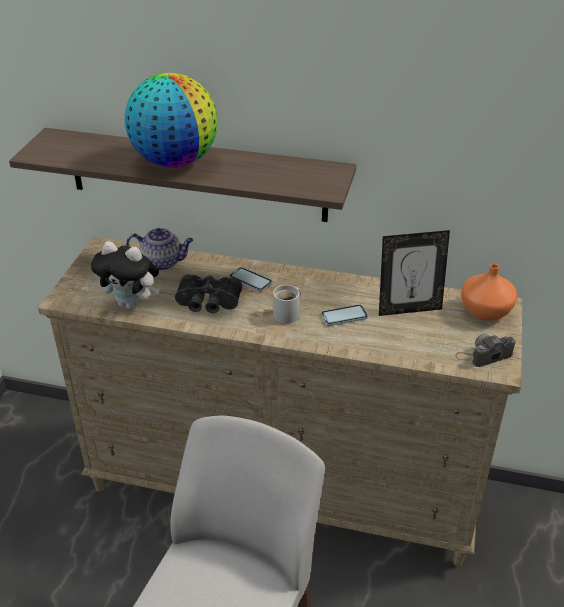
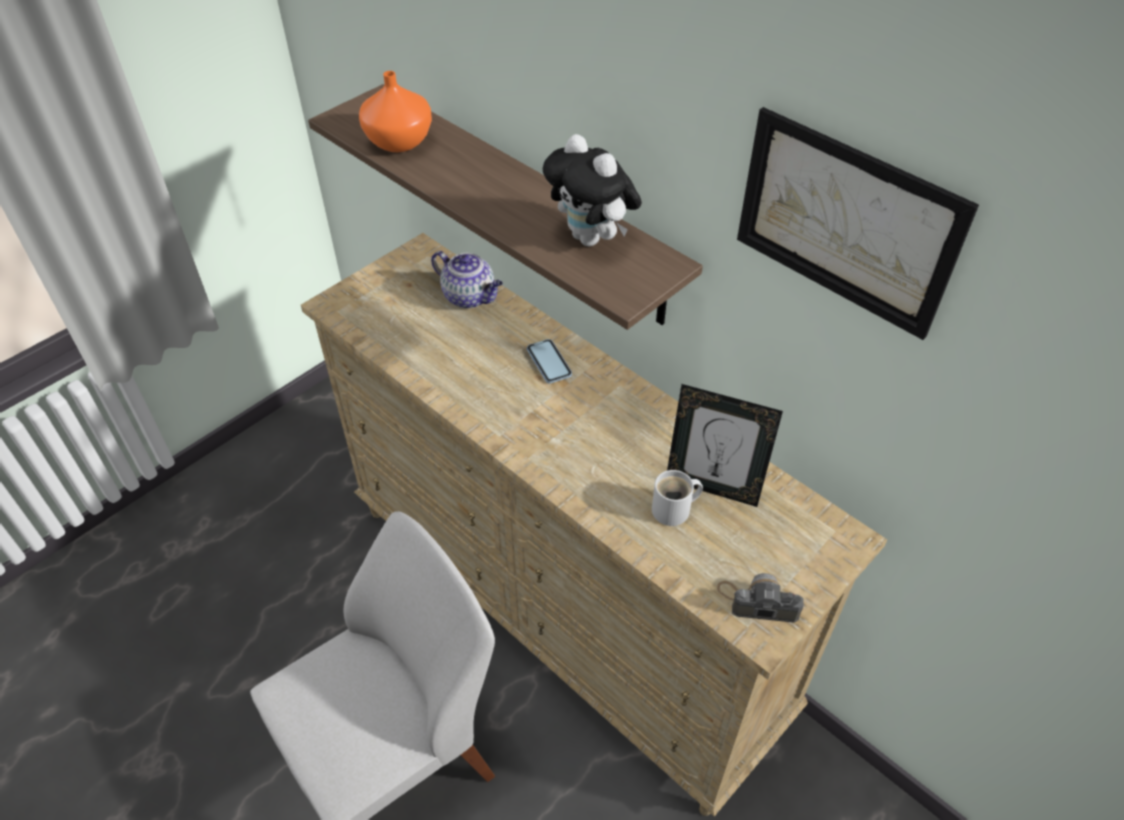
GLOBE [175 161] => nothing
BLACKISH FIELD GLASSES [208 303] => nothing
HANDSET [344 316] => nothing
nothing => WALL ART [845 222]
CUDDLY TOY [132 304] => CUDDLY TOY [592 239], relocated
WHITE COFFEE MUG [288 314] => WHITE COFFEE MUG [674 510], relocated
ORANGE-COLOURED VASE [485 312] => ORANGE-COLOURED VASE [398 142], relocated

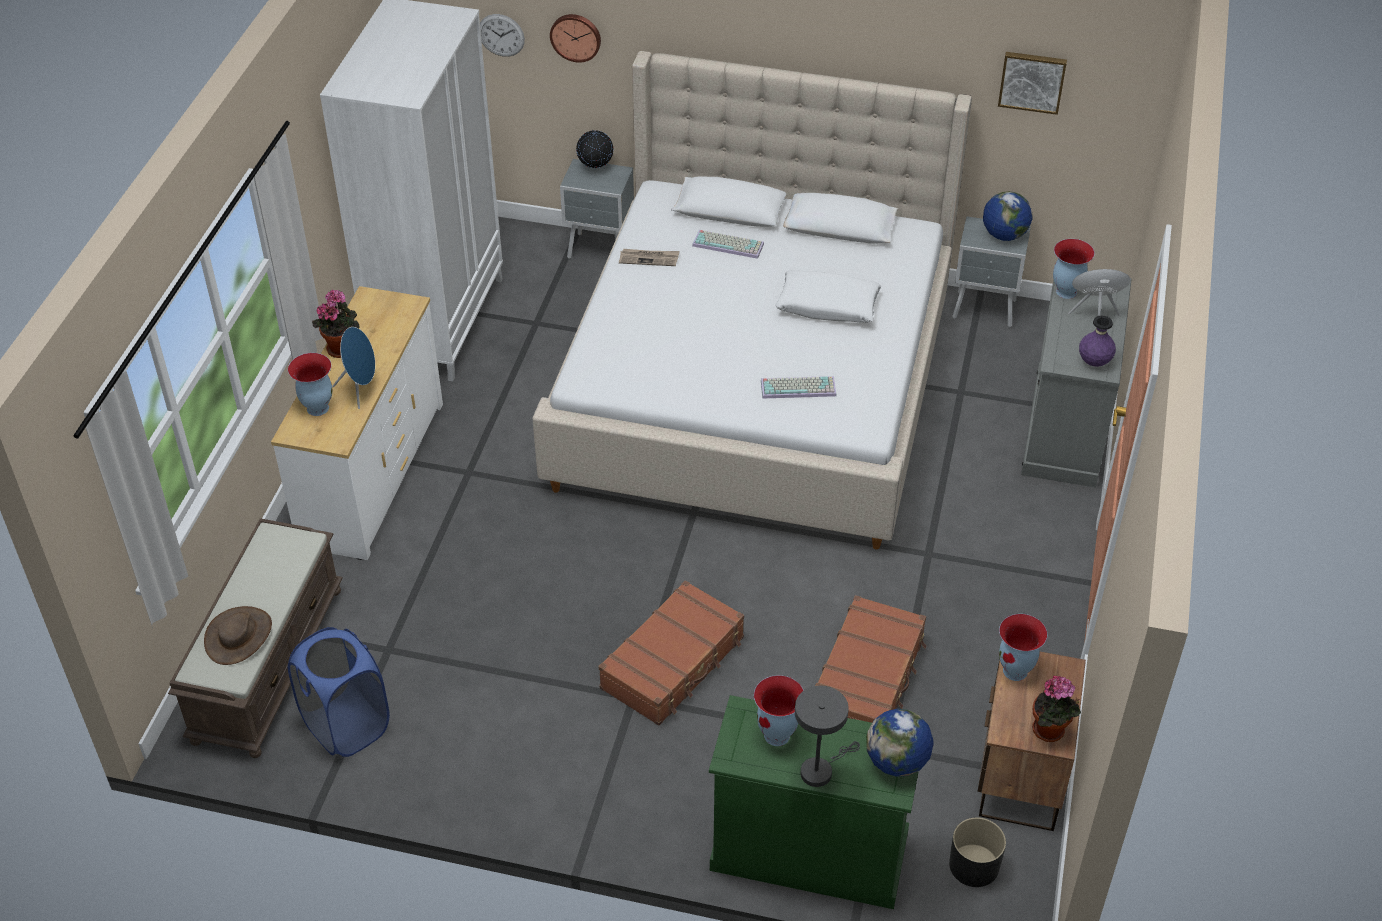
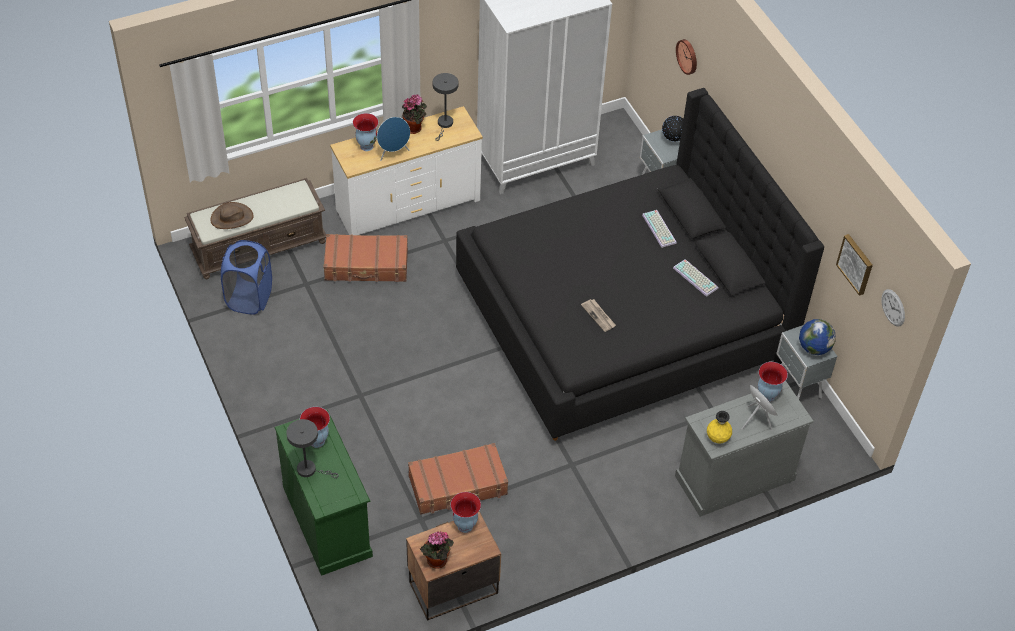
WHITE THROW PILLOW [827 306] => nothing
GLOBE [897 762] => nothing
BLACKISH FLOWER POT [973 865] => nothing
nothing => GREY TABLE LAMP [444 124]
CLOCK ON THE WALL [501 35] => CLOCK ON THE WALL [893 307], relocated
BROWNISH SUITCASE [673 663] => BROWNISH SUITCASE [366 265], relocated
PRINTED PAPER [649 258] => PRINTED PAPER [599 316], relocated
KEYBOARD [799 387] => KEYBOARD [696 278], relocated
BEIGE BEDROOM BED [756 386] => BLACKISH BEDROOM BED [623 319]
PURPLE-COLOURED VASE [1094 362] => YELLOW-COLOURED VASE [717 438]

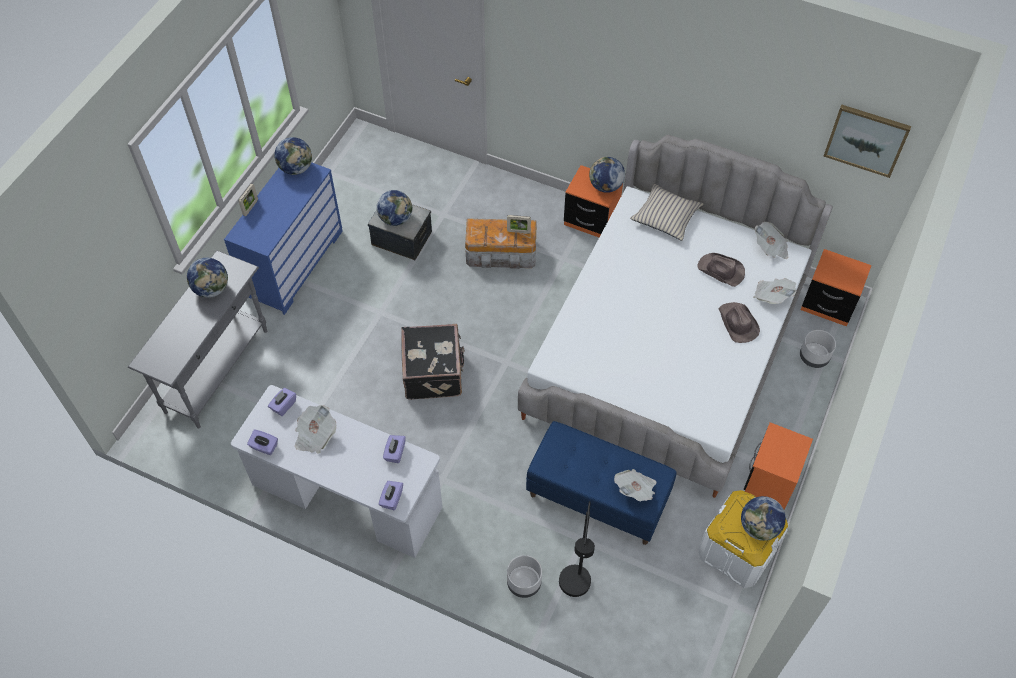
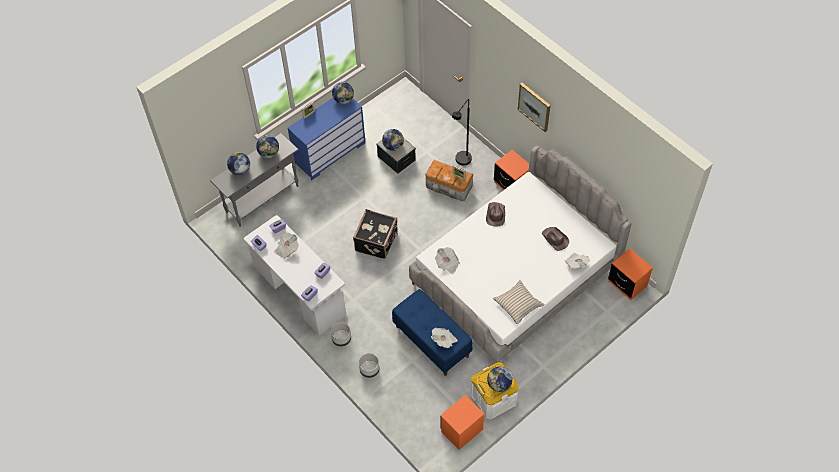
BLACKISH FLOOR LAMP [575 590] => BLACKISH FLOOR LAMP [461 162], relocated
GLOBE [605 186] => GLOBE [240 170], relocated
BEIGE THROW PILLOW [666 216] => BEIGE THROW PILLOW [518 304], relocated
BROWNISH WEARABLE HAT [737 323] => BROWNISH WEARABLE HAT [495 215], relocated
ORANGE-COLOURED NIGHTSTAND [771 480] => ORANGE-COLOURED NIGHTSTAND [461 430], relocated
PRINTED PAPER [770 248] => PRINTED PAPER [447 264], relocated
GREY FLOWER POT [813 357] => GREY FLOWER POT [341 339], relocated
WALL ART [866 140] => WALL ART [534 106], relocated

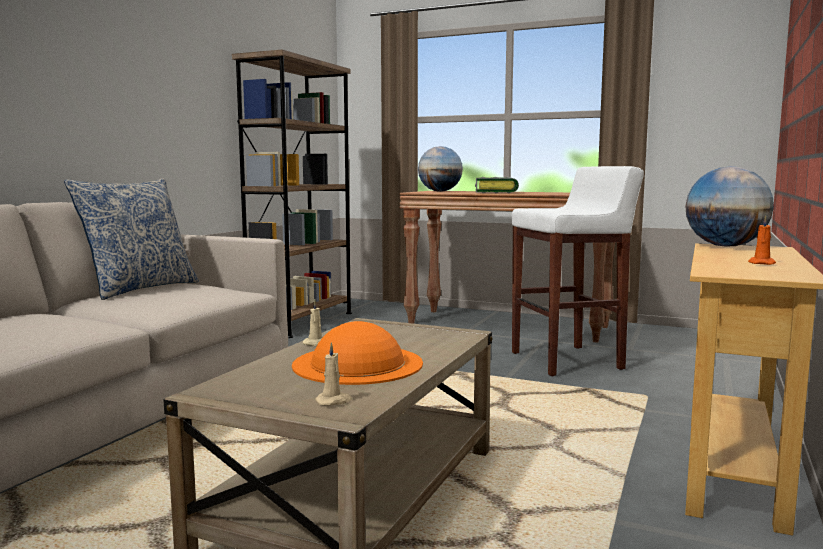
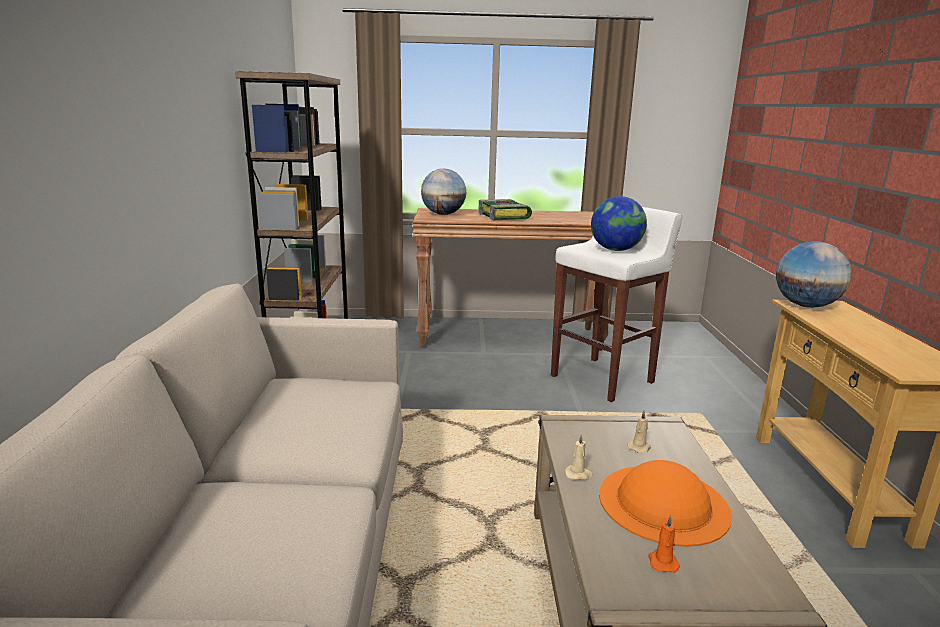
THROW PILLOW [139 289] => nothing
nothing => GLOBE [615 250]
BEIGE CANDLE [334 401] => BEIGE CANDLE [639 447], relocated
ORANGE-COLOURED CANDLE [761 263] => ORANGE-COLOURED CANDLE [662 562], relocated

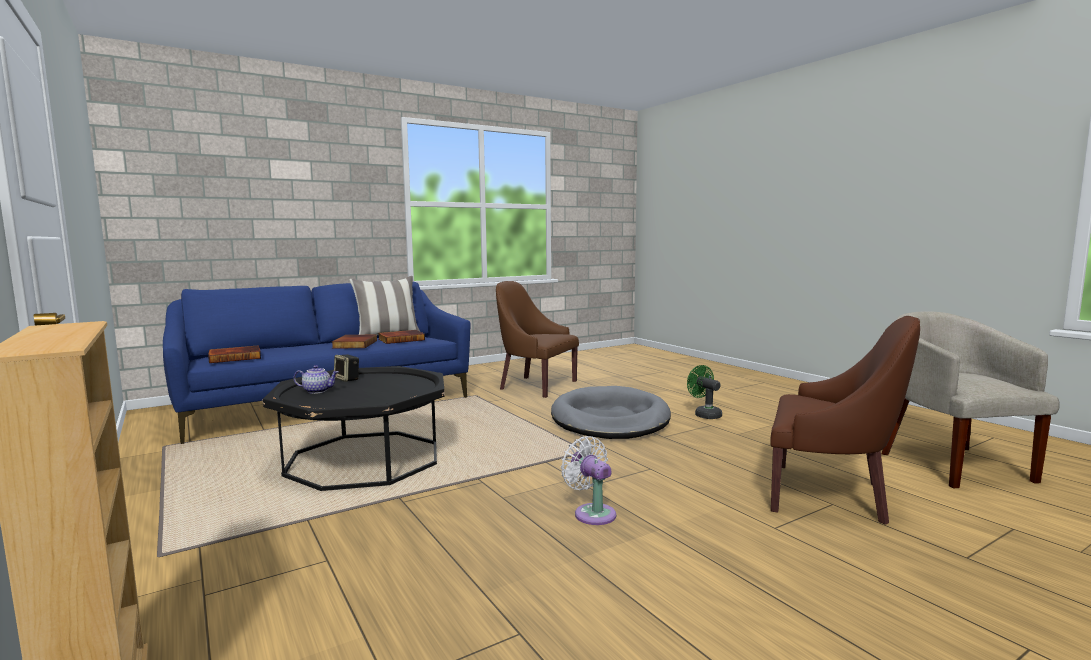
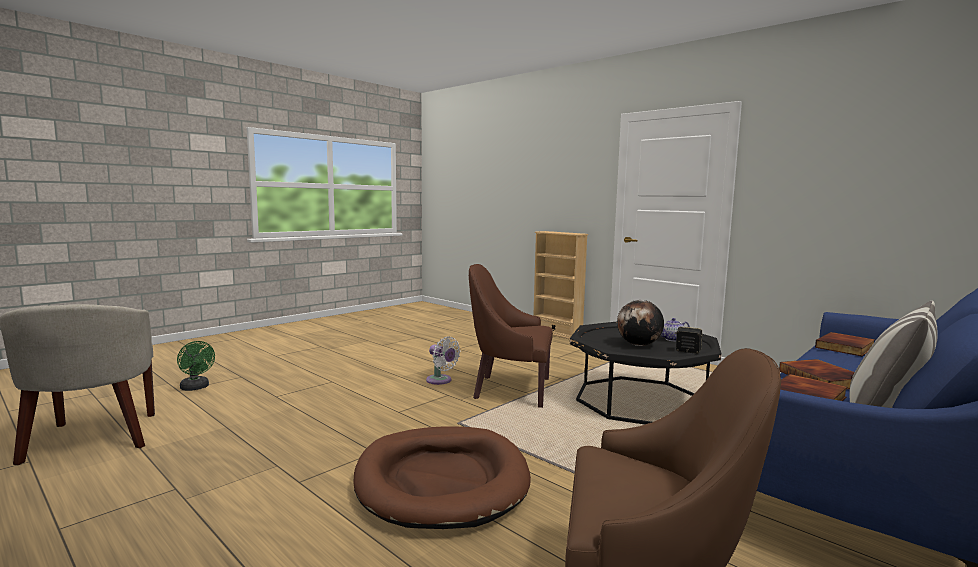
nothing => GLOBE [639 345]
GREEN-COLOURED COOLING FAN [704 414] => GREEN-COLOURED COOLING FAN [196 388], relocated
BROWNISH LOUNGE CHAIR [830 495] => BROWNISH LOUNGE CHAIR [510 389], relocated
GREY DOG BED [610 419] => BROWNISH DOG BED [441 481]

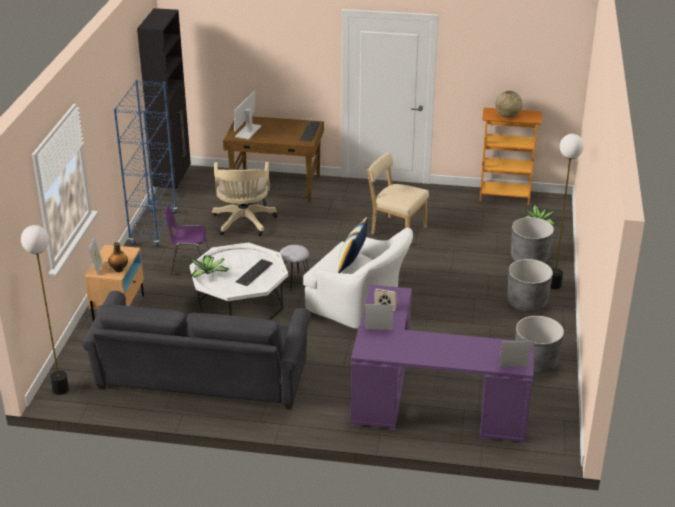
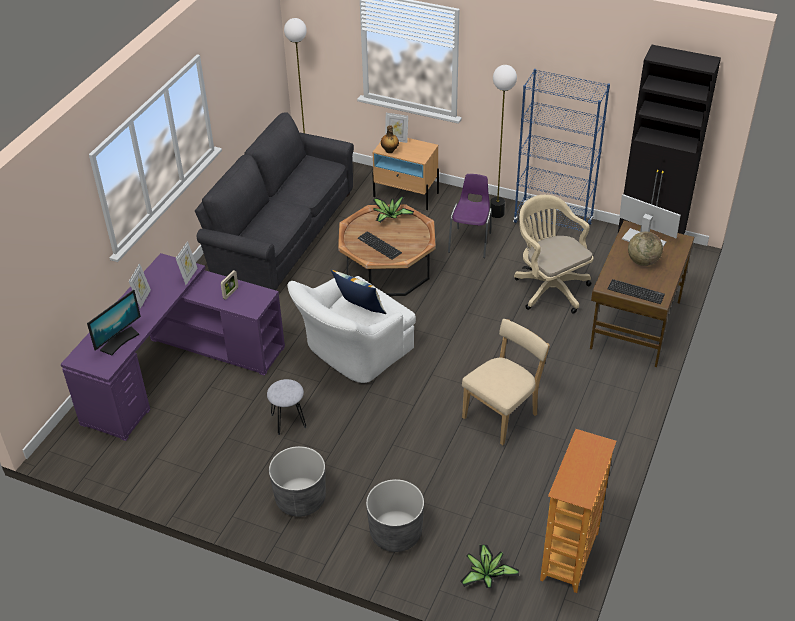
GREY FLOWER POT [535 363] => nothing
nothing => COMPUTER DISPLAY [119 341]
GREY SITTING STOOL [295 281] => GREY SITTING STOOL [288 421], relocated
GLOBE [507 116] => GLOBE [642 261], relocated
PHOTO FRAME [513 368] => PHOTO FRAME [143 298], relocated
FLOOR LAMP [554 285] => FLOOR LAMP [496 213], relocated
WHITE COFFEE TABLE [240 305] => BROWNISH COFFEE TABLE [387 268]
BEIGE COMPUTER CHAIR [243 223] => BEIGE COMPUTER CHAIR [549 287], 45 degrees clockwise

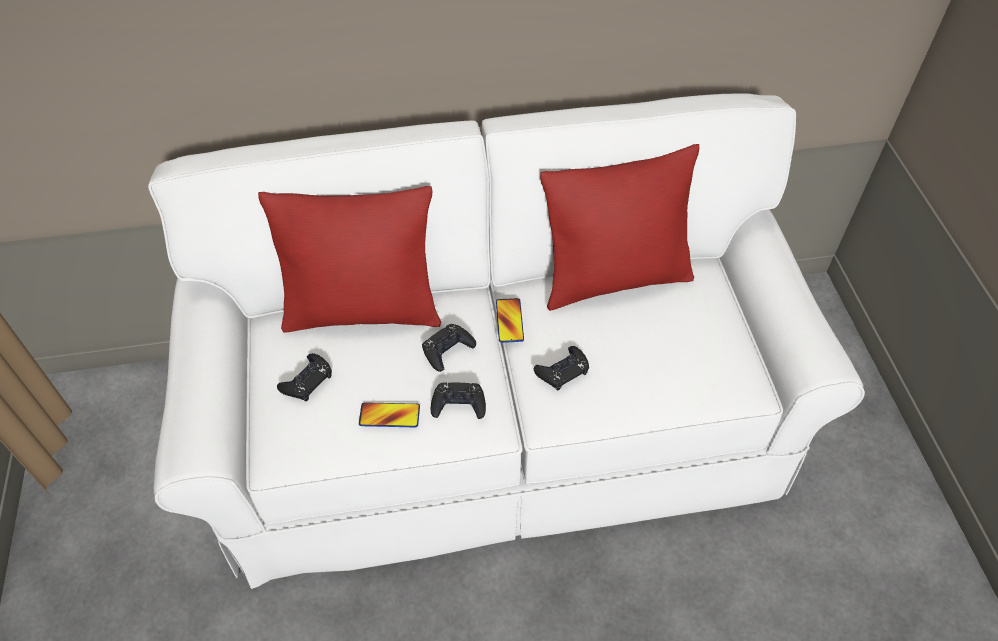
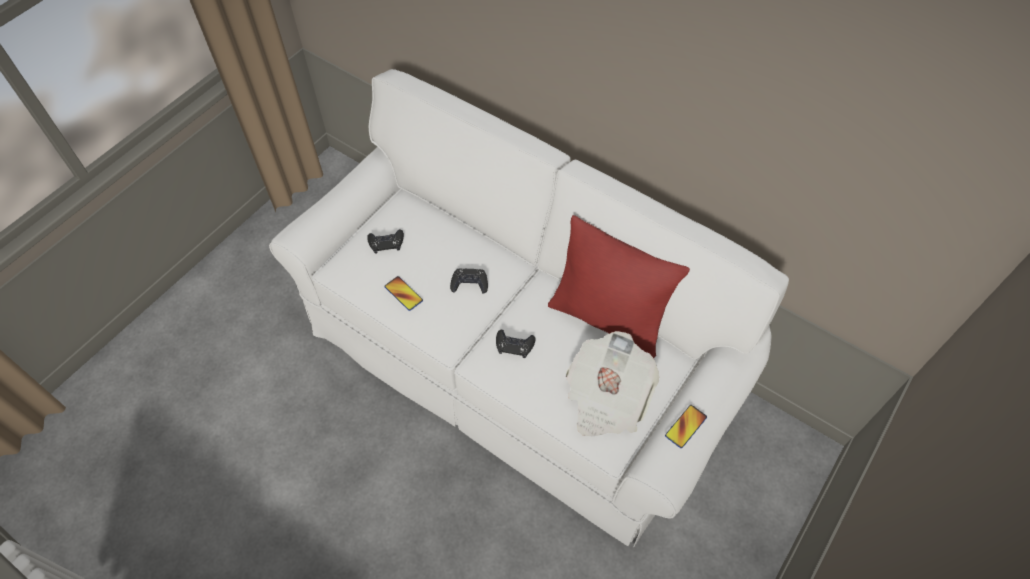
RED-COLOURED THROW PILLOW [363 312] => nothing
BLACKISH GAMEPAD [458 404] => nothing
nothing => PRINTED PAPER [606 398]
HANDSET [509 321] => HANDSET [685 426], relocated

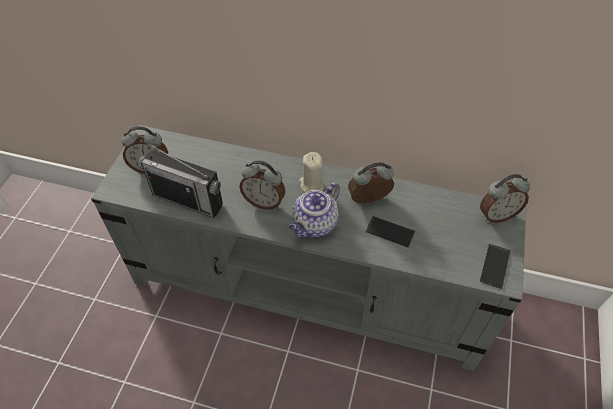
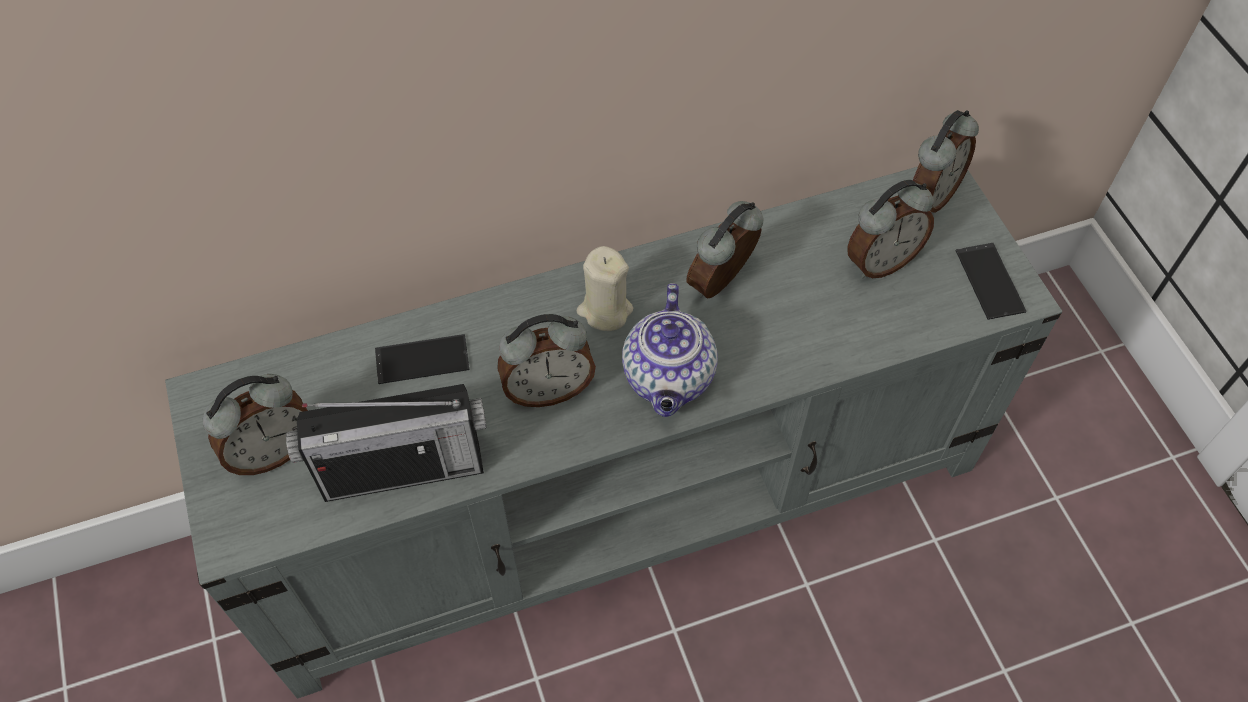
nothing => ALARM CLOCK [880 261]
HANDSET [390 231] => HANDSET [422 359], relocated

